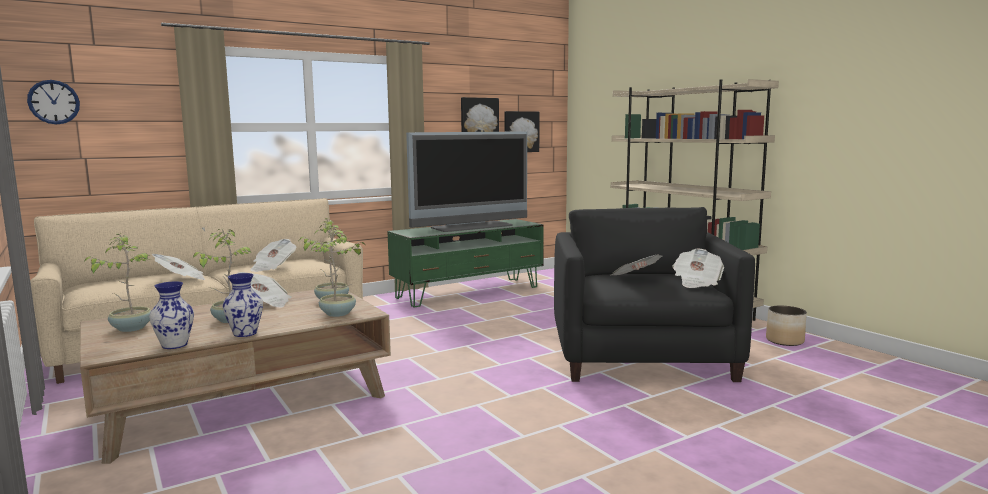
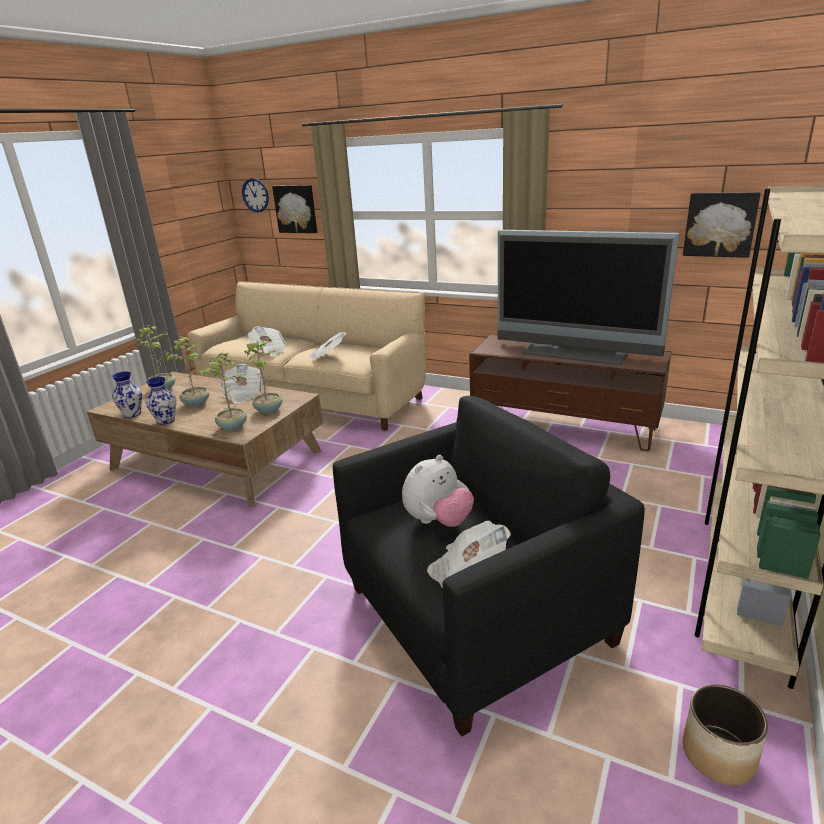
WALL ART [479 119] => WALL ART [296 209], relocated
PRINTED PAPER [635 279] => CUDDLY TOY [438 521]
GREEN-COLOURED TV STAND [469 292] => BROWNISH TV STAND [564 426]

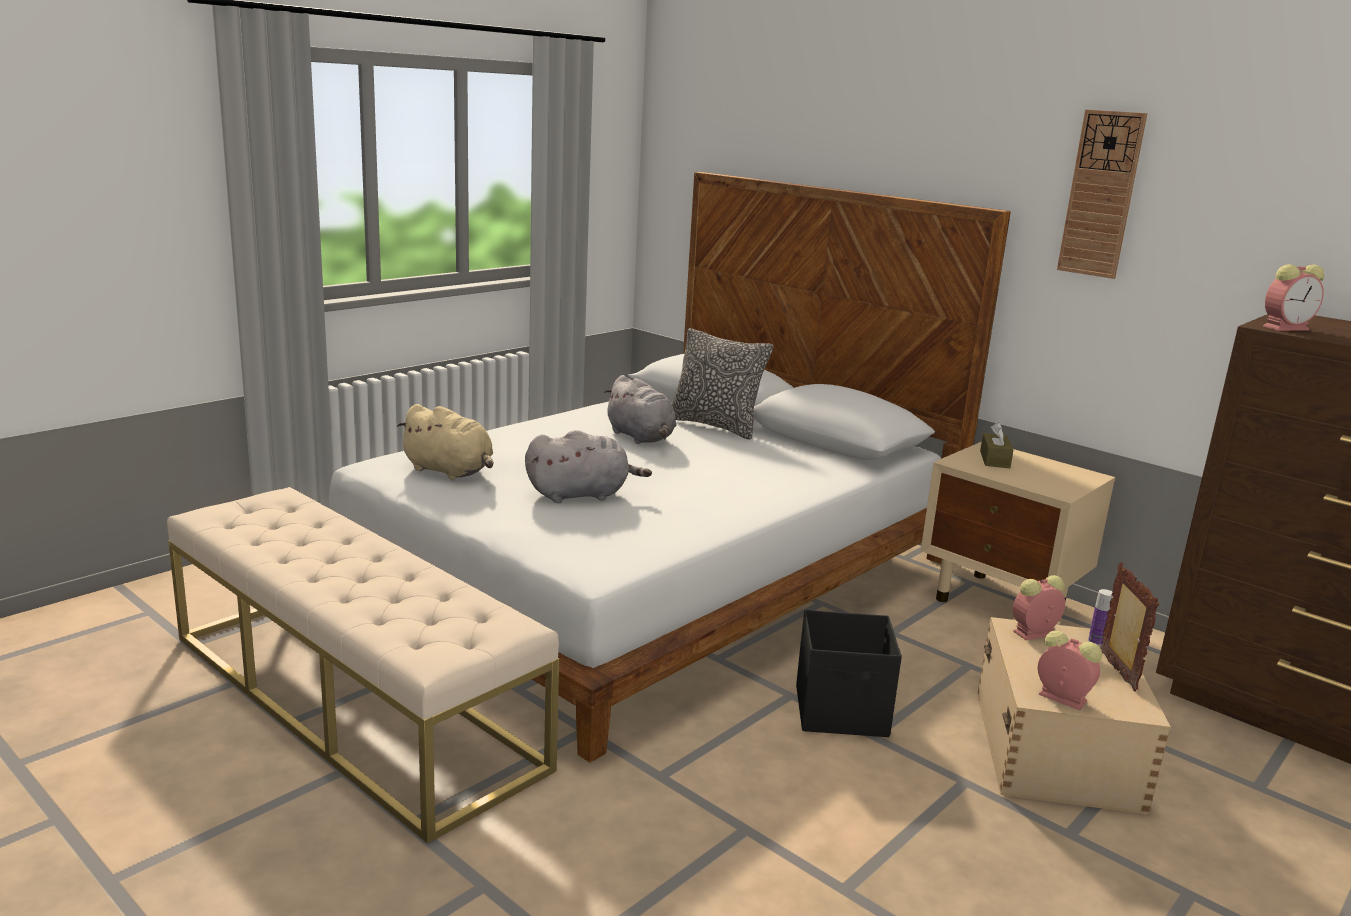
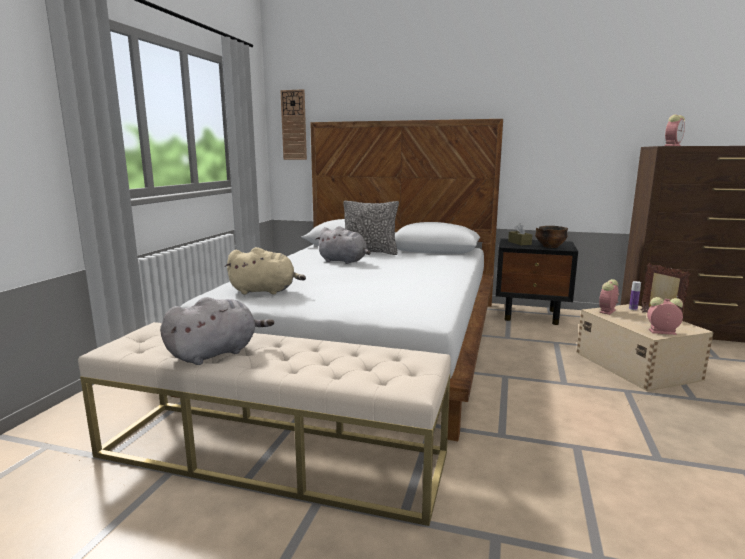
BLACKISH STORAGE BOX [842 712] => nothing
nothing => SERVING BOWL [550 247]
GREY CUDDLY TOY [582 494] => GREY CUDDLY TOY [216 353], relocated
CLOCK ON THE WALL [1101 194] => CLOCK ON THE WALL [294 125], relocated
BEIGE NIGHTSTAND [1002 602] => BLACKISH NIGHTSTAND [531 315]

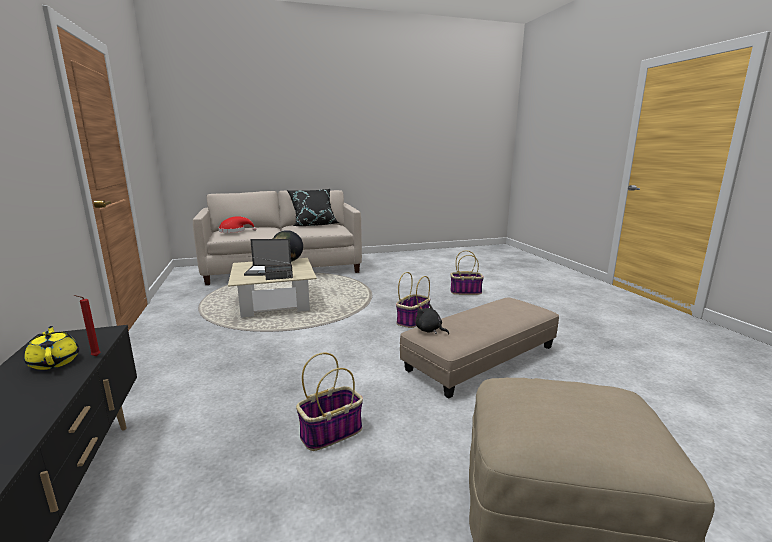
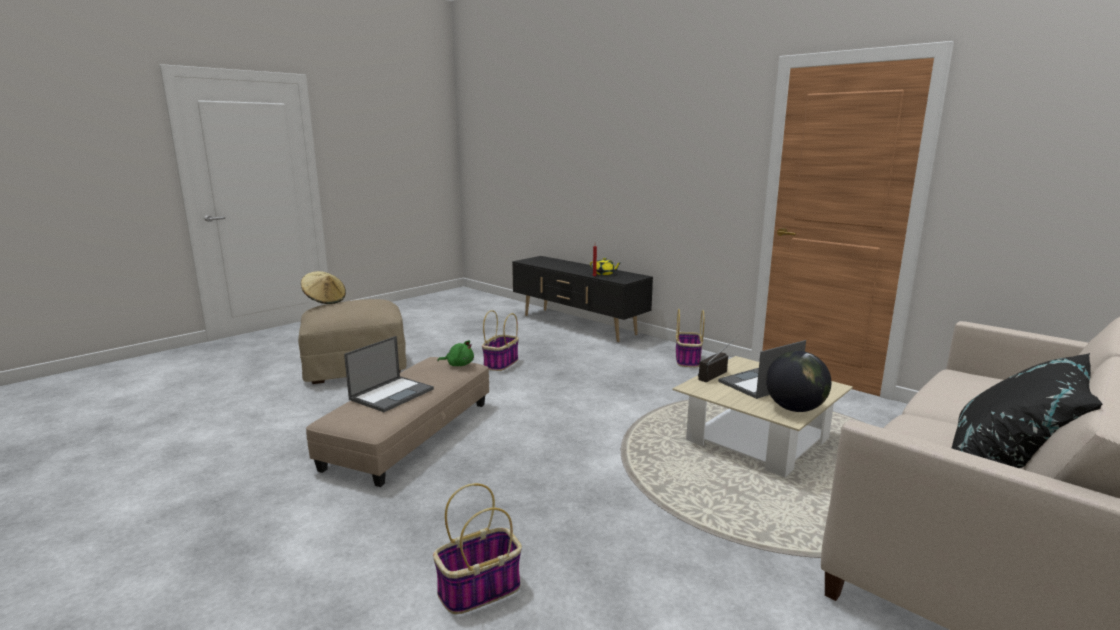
RED-COLOURED WEARABLE HAT [234 231] => nothing
nothing => BEIGE WEARABLE HAT [325 300]
nothing => PORTABLE COMPUTER [392 394]
BASKET [413 321] => BASKET [687 360], relocated
BLACKISH CUDDLY TOY [429 330] => GREEN-COLOURED CUDDLY TOY [458 364]

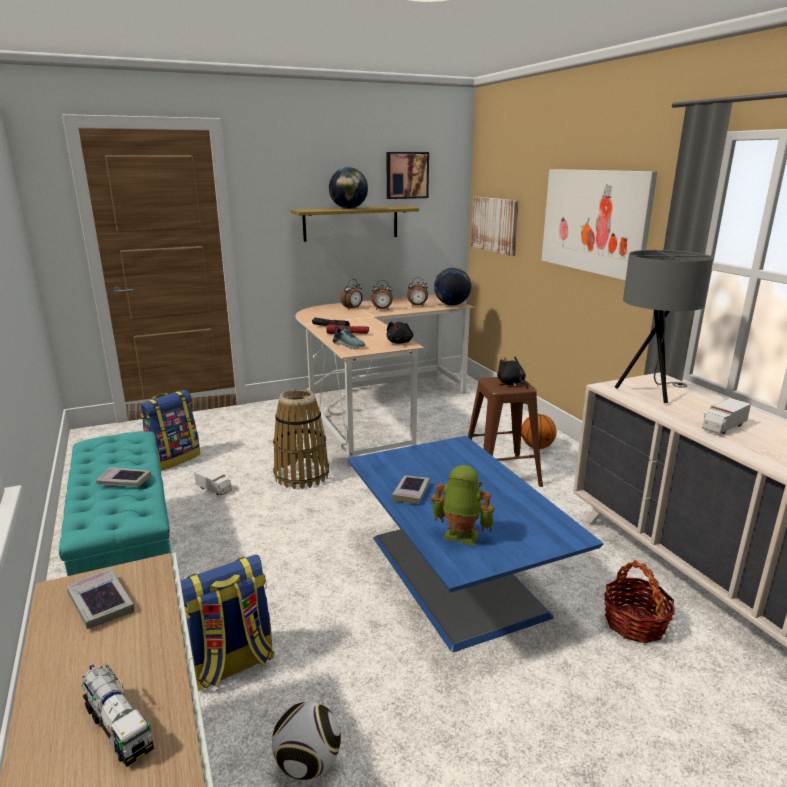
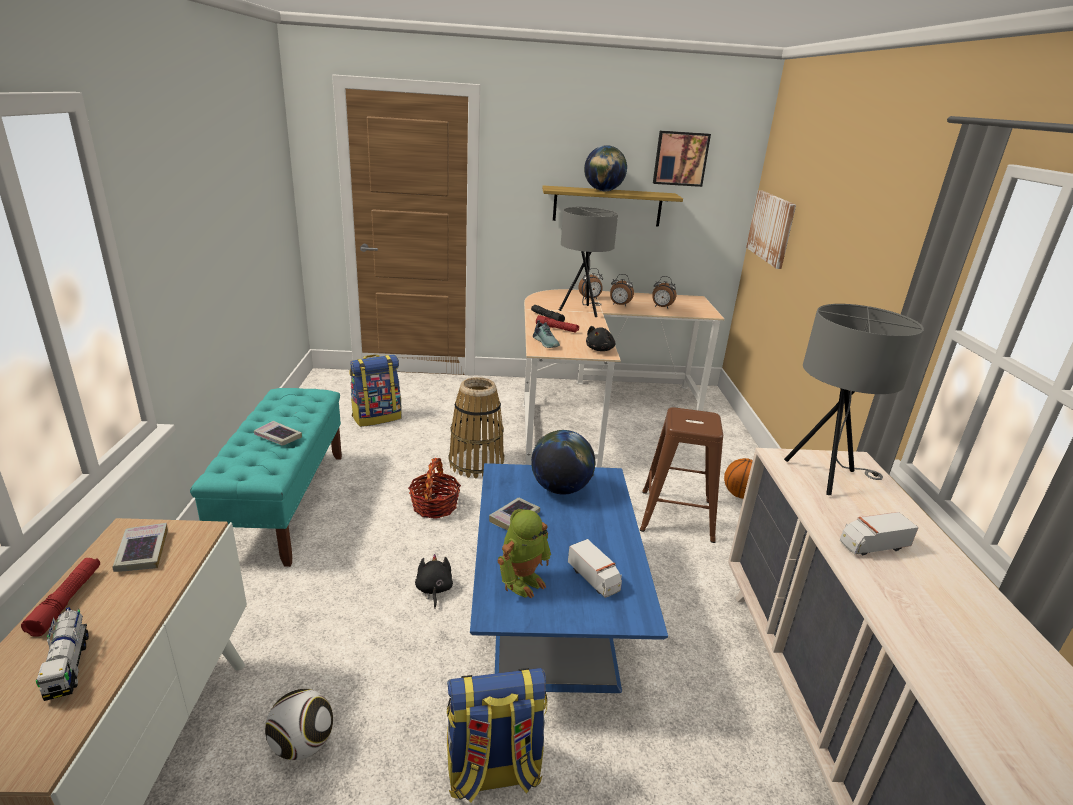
WALL ART [594 221] => nothing
nothing => RED-COLOURED FLASHLIGHT [67 601]
nothing => GREY TABLE LAMP [582 311]
BACKPACK [231 664] => BACKPACK [493 773], relocated
MODEL TRUCK [214 489] => MODEL TRUCK [594 578], relocated
GLOBE [452 305] => GLOBE [560 489], relocated
BLACKISH CUDDLY TOY [511 383] => BLACKISH CUDDLY TOY [433 590], relocated
BASKET [634 623] => BASKET [434 506], relocated
TOY ROBOT [460 537] => TOY ROBOT [522 581], 90 degrees clockwise

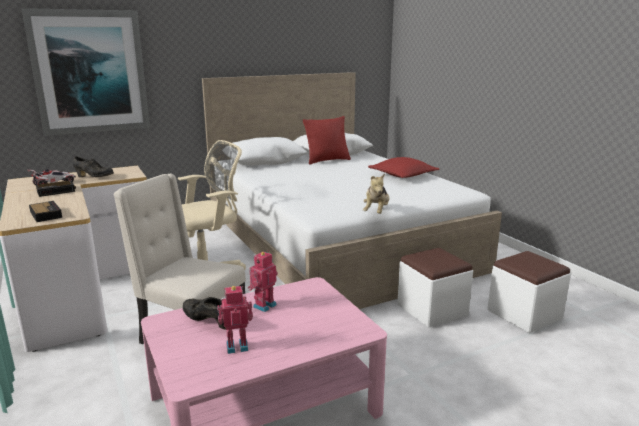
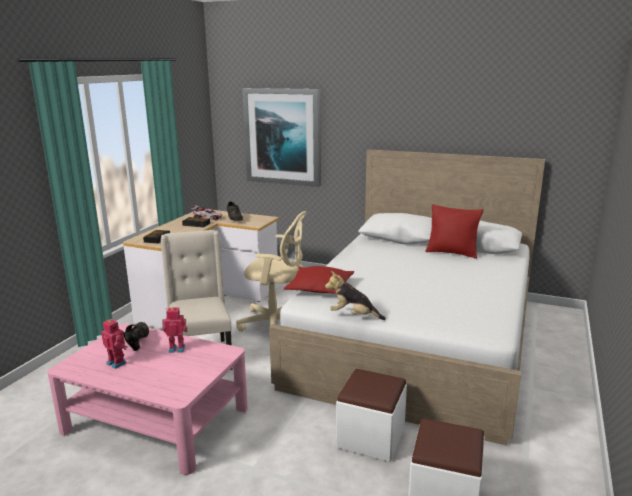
RED-COLOURED THROW PILLOW [403 175] => RED-COLOURED THROW PILLOW [320 288], relocated
CUDDLY TOY [376 212] => CUDDLY TOY [353 316], 45 degrees clockwise

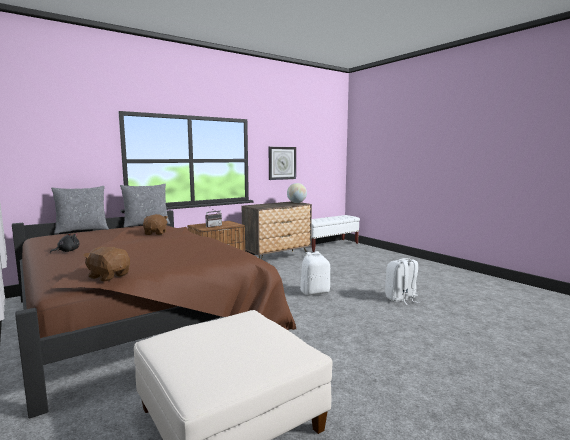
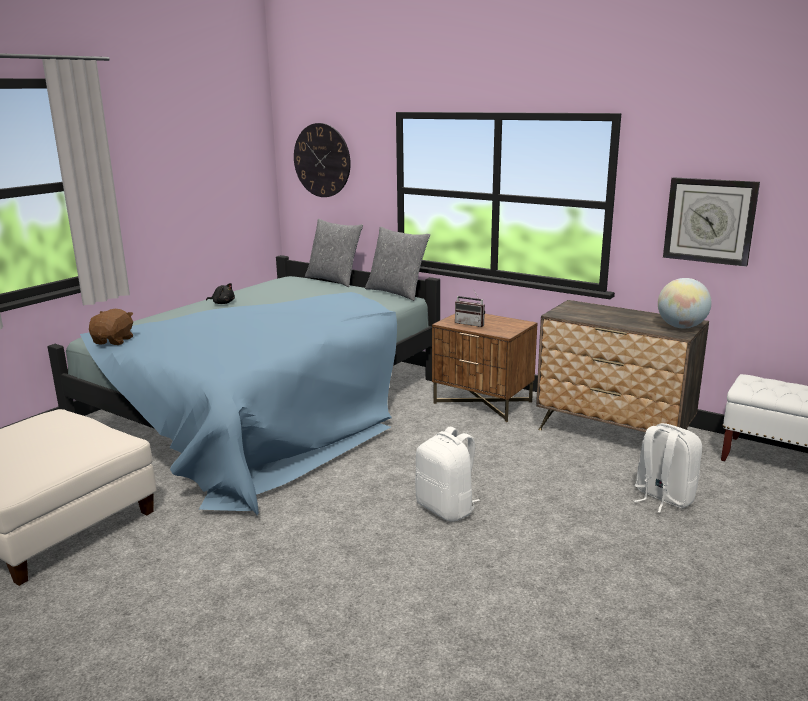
BROWNISH CUDDLY TOY [156 233] => nothing
nothing => CLOCK ON THE WALL [322 160]
WHITE BACKPACK [401 299] => WHITE BACKPACK [662 497], relocated
BROWNISH BEDROOM BED [140 318] => BLUE BEDROOM BED [268 410]

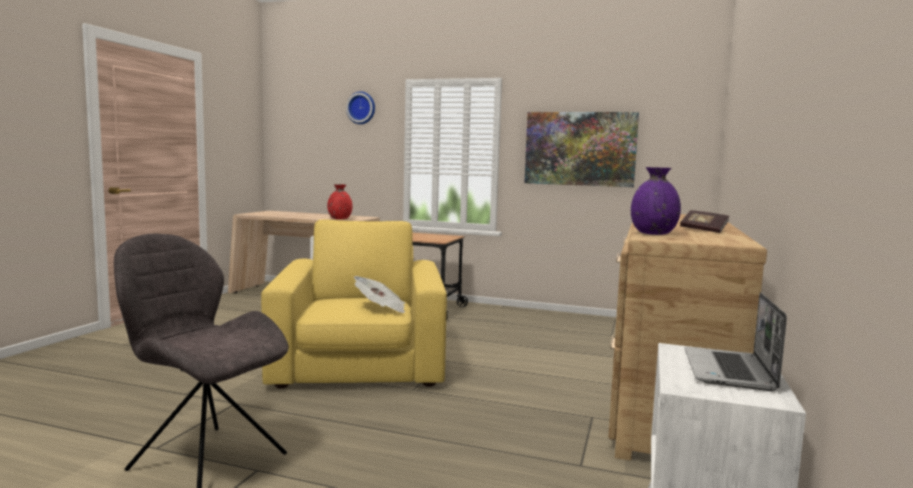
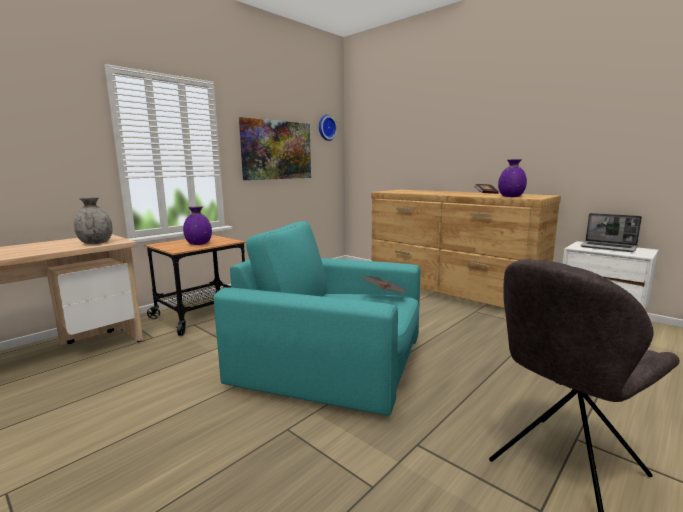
nothing => PURPLE-COLOURED VASE [199 244]
CLOCK ON THE WALL [361 108] => CLOCK ON THE WALL [326 127], relocated
YELLOW-COLOURED LOUNGE CHAIR [360 362] => TURQUOISE-COLOURED LOUNGE CHAIR [333 362]
RED-COLOURED VASE [339 219] => GREY VASE [95 243]

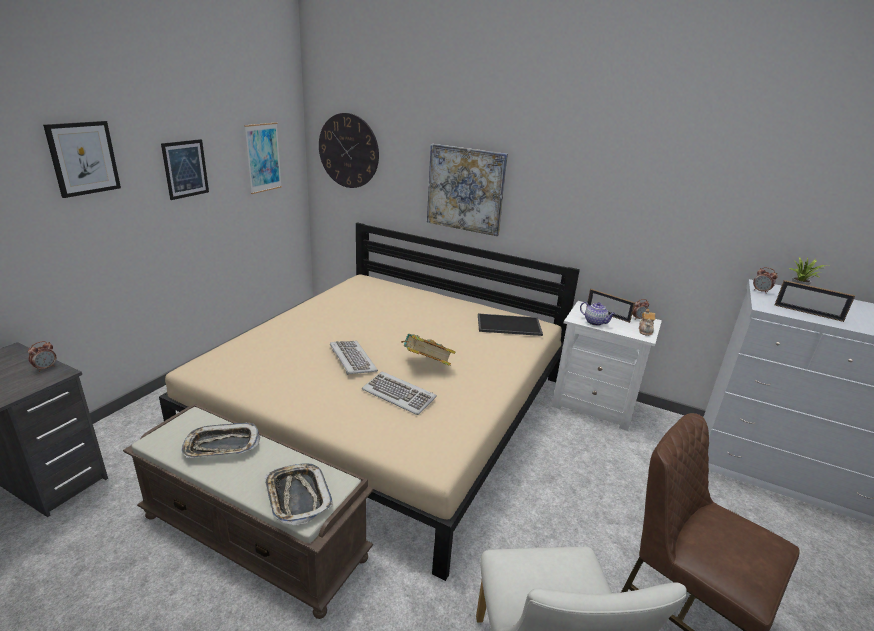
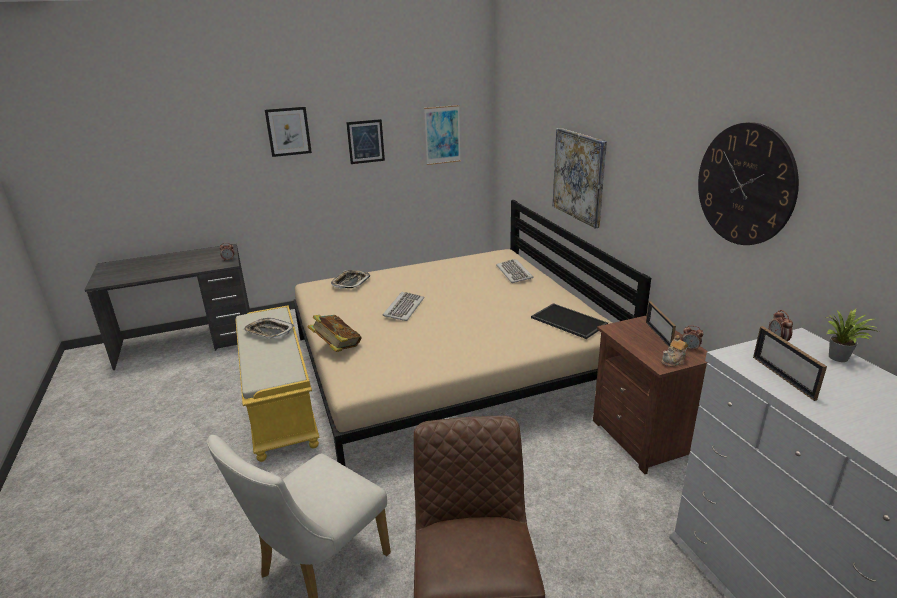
TEA POT [595 322] => nothing
SERVING TRAY [297 496] => SERVING TRAY [350 282], relocated
CLOCK ON THE WALL [348 151] => CLOCK ON THE WALL [745 185], relocated
KEYBOARD [399 395] => KEYBOARD [514 273], relocated
VOLUME [426 365] => VOLUME [337 348], relocated
BROWNISH INDOOR BENCH [256 536] => YELLOW-COLOURED INDOOR BENCH [281 404]
WHITE NIGHTSTAND [594 405] => BROWNISH NIGHTSTAND [642 439]

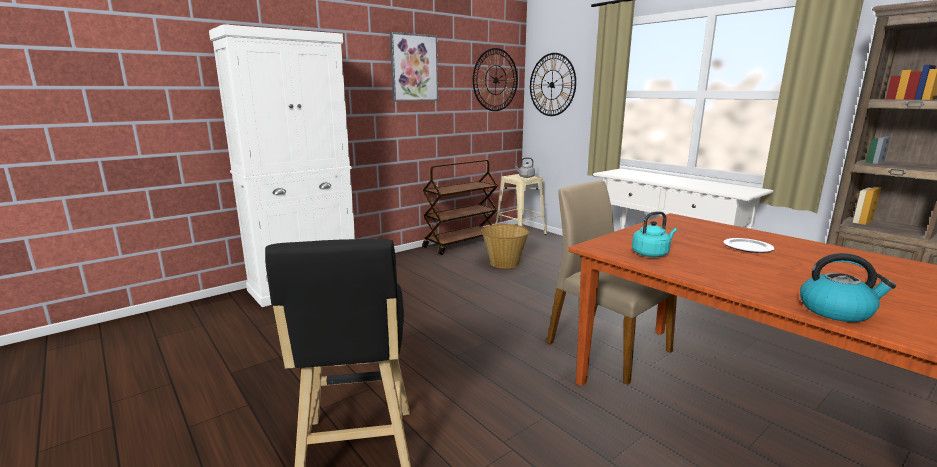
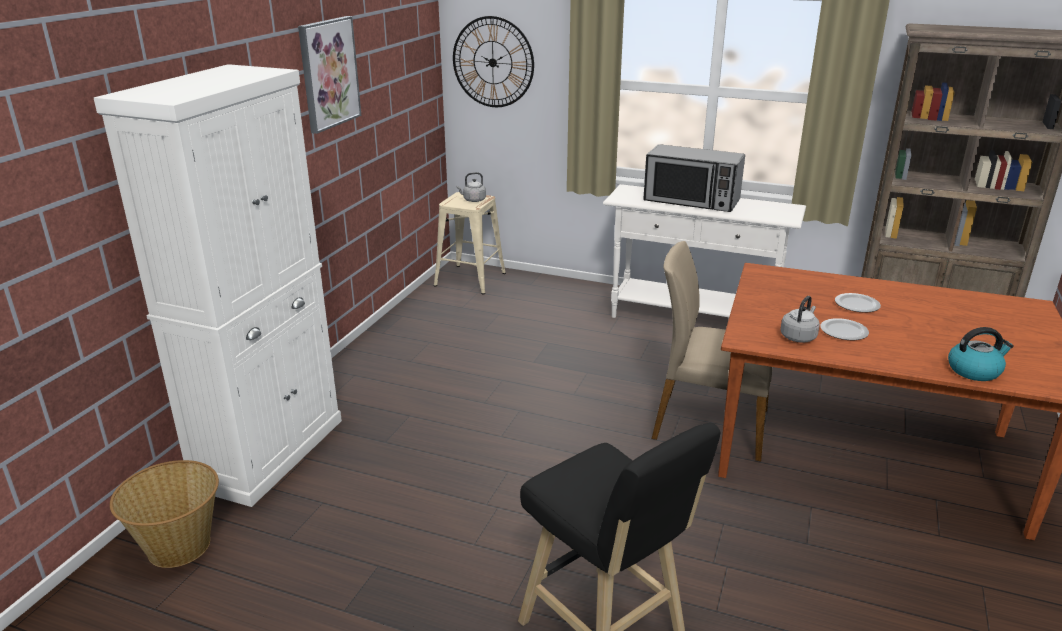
BROWNISH CART [461 243] => nothing
CLOCK ON THE WALL [495 80] => nothing
nothing => MICROWAVE OVEN [691 201]
nothing => PLATE [843 332]
BASKET [504 263] => BASKET [179 545], relocated
TURQUOISE-COLOURED TEA KETTLE [651 254] => GREY TEA KETTLE [799 336]

